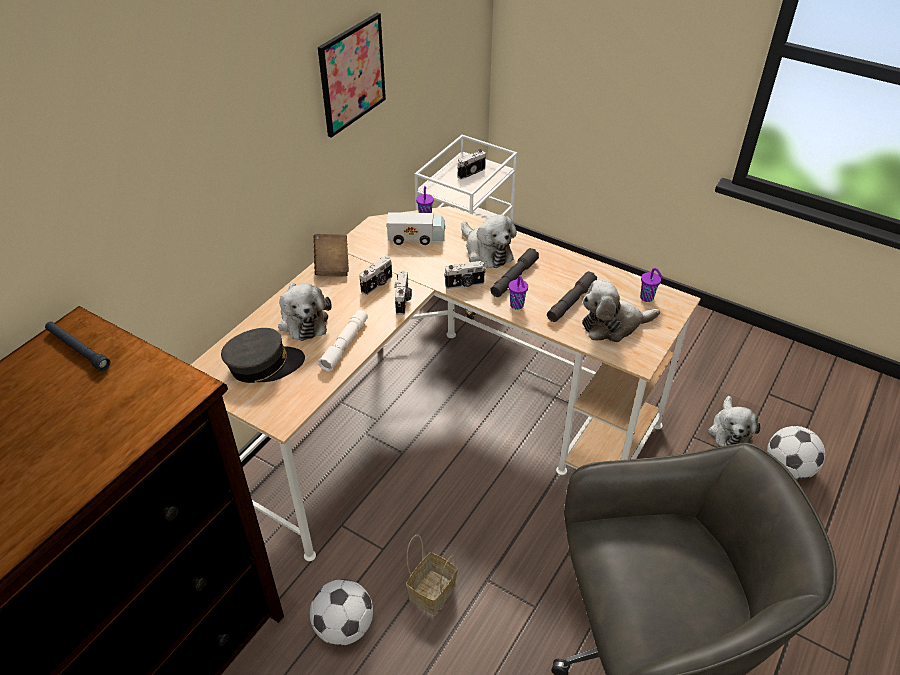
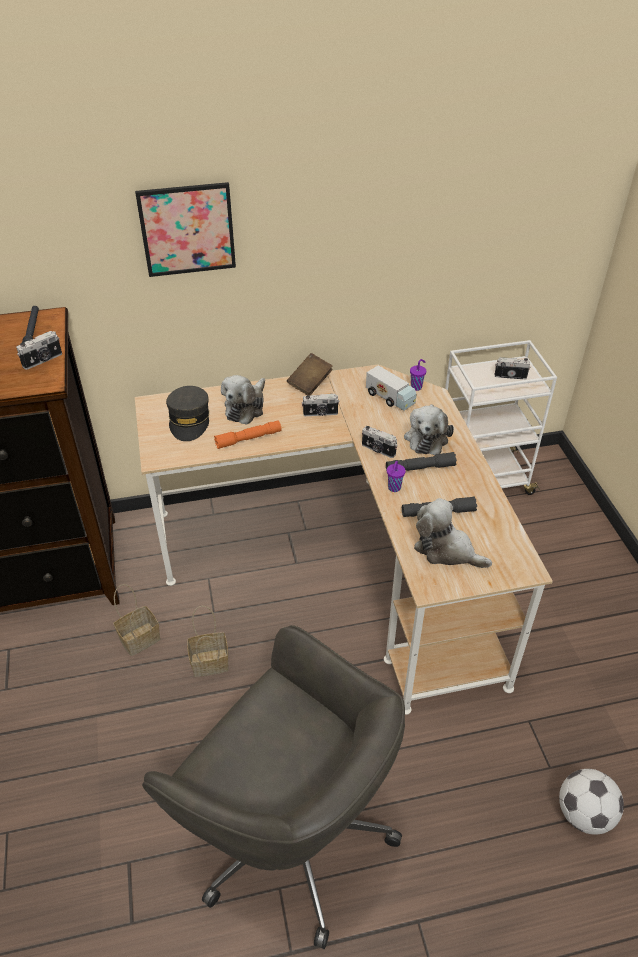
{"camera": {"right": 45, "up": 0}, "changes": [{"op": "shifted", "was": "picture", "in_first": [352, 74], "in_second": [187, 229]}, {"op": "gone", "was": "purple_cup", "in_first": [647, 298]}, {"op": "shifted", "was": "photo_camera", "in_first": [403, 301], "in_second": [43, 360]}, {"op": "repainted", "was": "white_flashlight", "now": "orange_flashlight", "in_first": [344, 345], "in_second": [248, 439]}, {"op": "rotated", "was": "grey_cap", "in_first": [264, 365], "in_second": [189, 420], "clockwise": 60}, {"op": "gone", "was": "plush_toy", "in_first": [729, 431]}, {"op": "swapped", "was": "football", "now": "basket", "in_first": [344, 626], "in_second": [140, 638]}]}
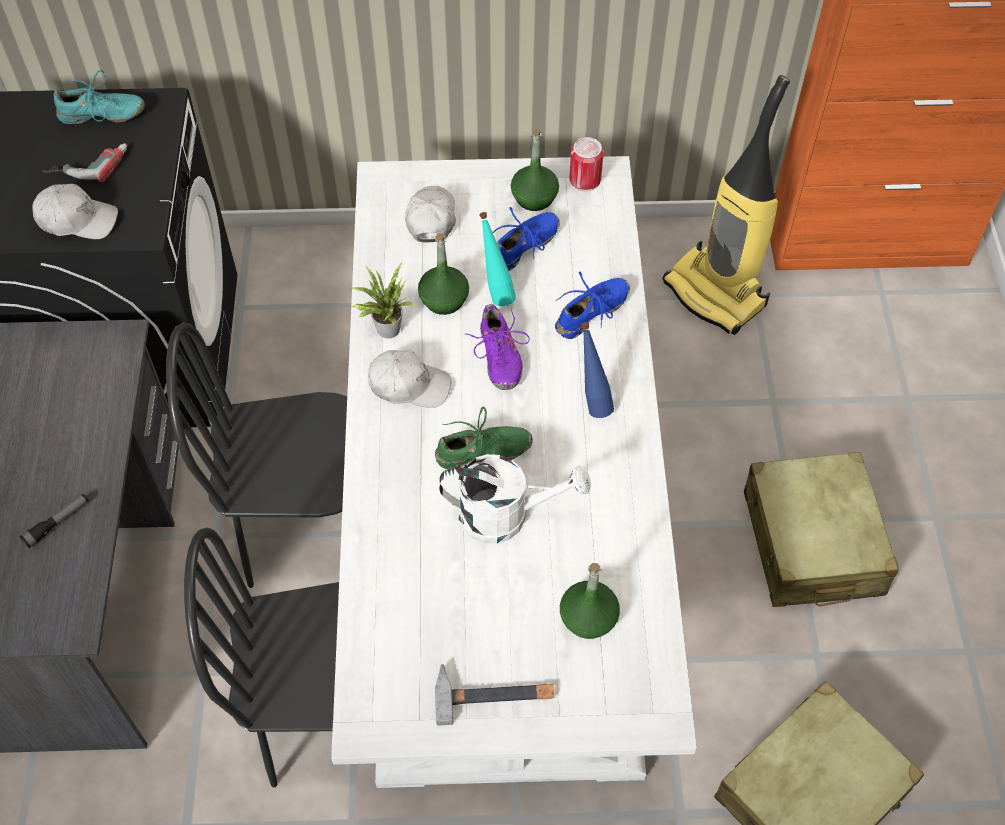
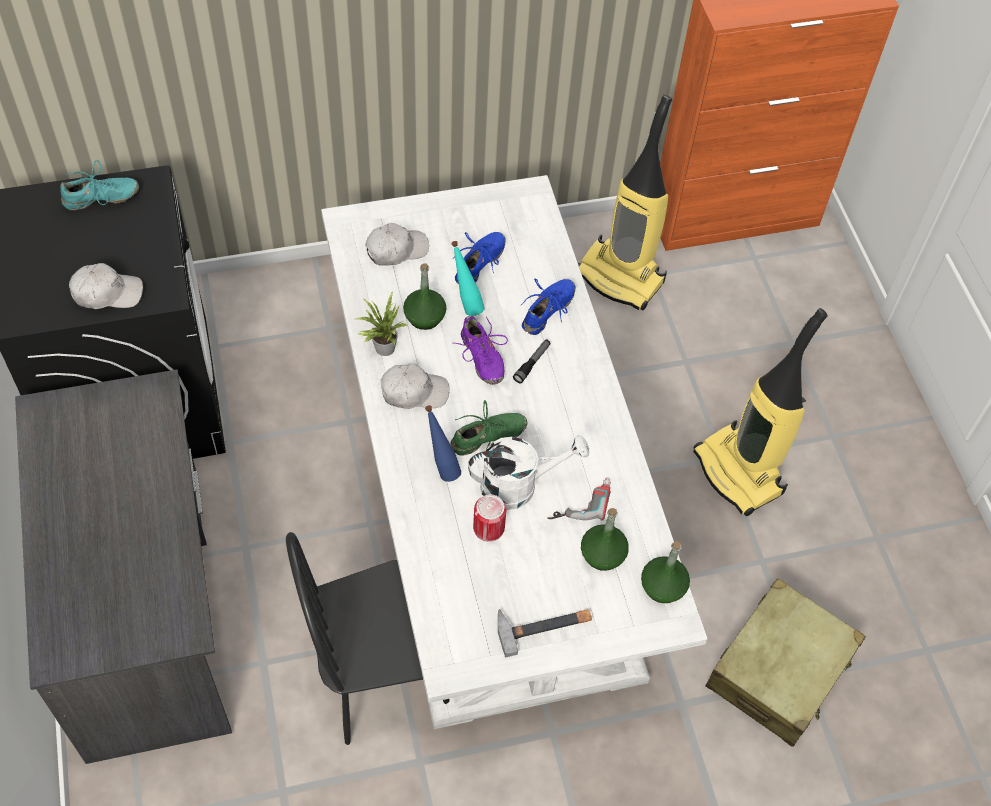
{"camera": {"right": -15, "up": 0}, "changes": [{"op": "shifted", "was": "green_bottle", "in_first": [534, 198], "in_second": [662, 587]}, {"op": "shifted", "was": "can", "in_first": [585, 180], "in_second": [488, 528]}, {"op": "shifted", "was": "power_drill", "in_first": [88, 163], "in_second": [579, 501]}, {"op": "rotated", "was": "white_cap", "in_first": [431, 218], "in_second": [396, 250], "clockwise": 75}, {"op": "gone", "was": "black_chair", "in_first": [307, 532]}, {"op": "shifted", "was": "blue_bottle", "in_first": [592, 401], "in_second": [442, 467]}, {"op": "swapped", "was": "beige_suitcase", "now": "vacuum_cleaner", "in_first": [811, 543], "in_second": [740, 472]}, {"op": "shifted", "was": "flashlight", "in_first": [57, 523], "in_second": [532, 363]}]}
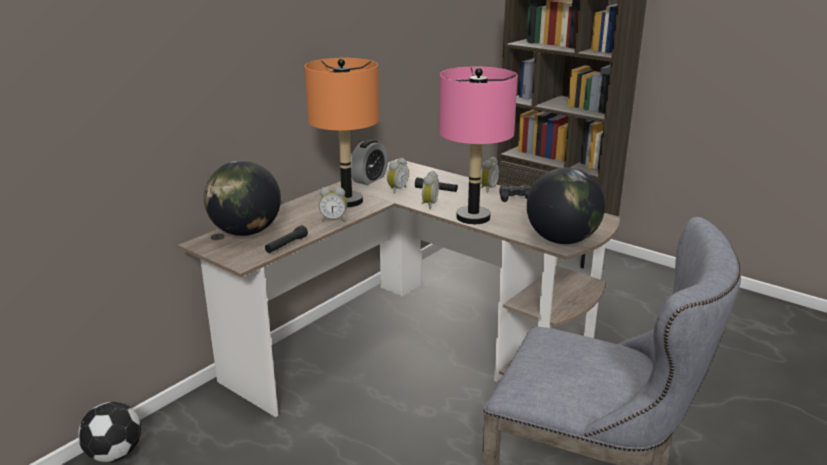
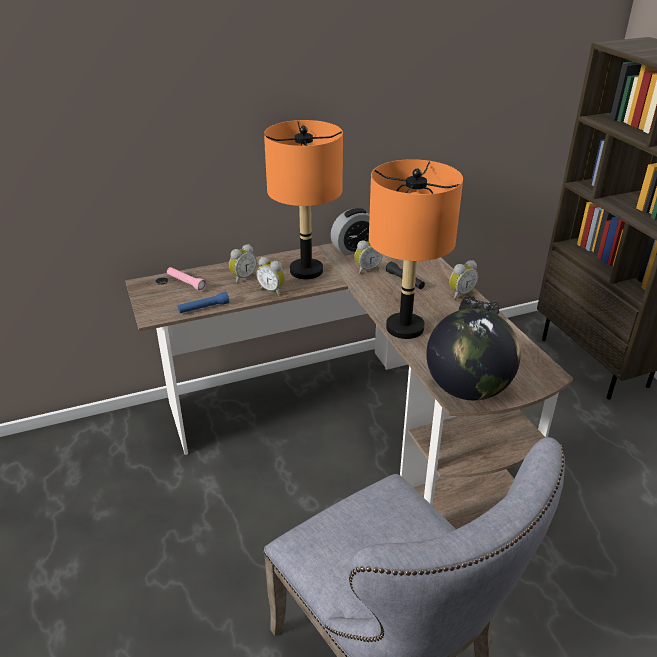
{"camera": {"right": 30, "up": 10}, "changes": [{"op": "repainted", "was": "pink_table_lamp", "now": "orange_table_lamp", "in_first": [473, 217], "in_second": [405, 328]}, {"op": "swapped", "was": "globe", "now": "pink_flashlight", "in_first": [246, 232], "in_second": [186, 283]}, {"op": "shifted", "was": "alarm_clock", "in_first": [428, 205], "in_second": [243, 277]}, {"op": "repainted", "was": "black_flashlight", "now": "blue_flashlight", "in_first": [286, 245], "in_second": [204, 308]}, {"op": "gone", "was": "football", "in_first": [115, 453]}]}
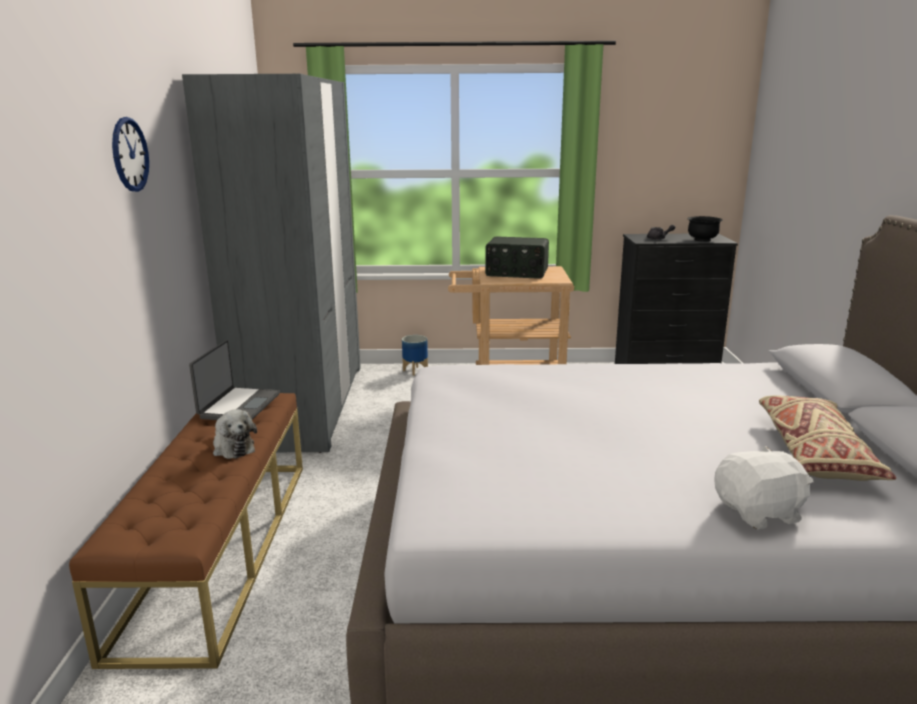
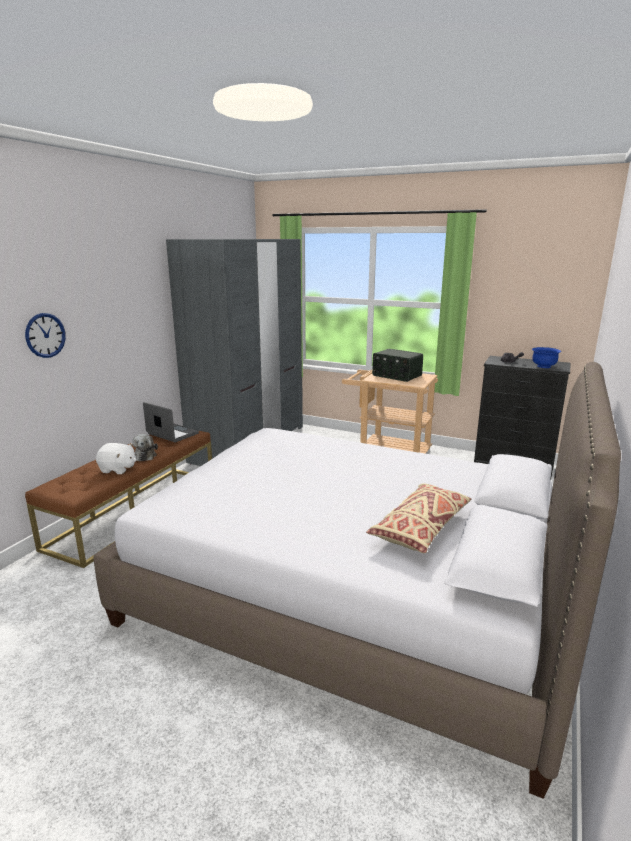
{"camera": {"right": 25, "up": 0}, "changes": [{"op": "shifted", "was": "wall_clock", "in_first": [130, 154], "in_second": [45, 335]}, {"op": "repainted", "was": "black_bowl", "now": "blue_bowl", "in_first": [702, 240], "in_second": [543, 366]}, {"op": "gone", "was": "planter", "in_first": [415, 371]}, {"op": "rotated", "was": "laptop", "in_first": [238, 406], "in_second": [171, 434], "clockwise": -90}, {"op": "shifted", "was": "white_plush_toy", "in_first": [759, 512], "in_second": [118, 469]}]}
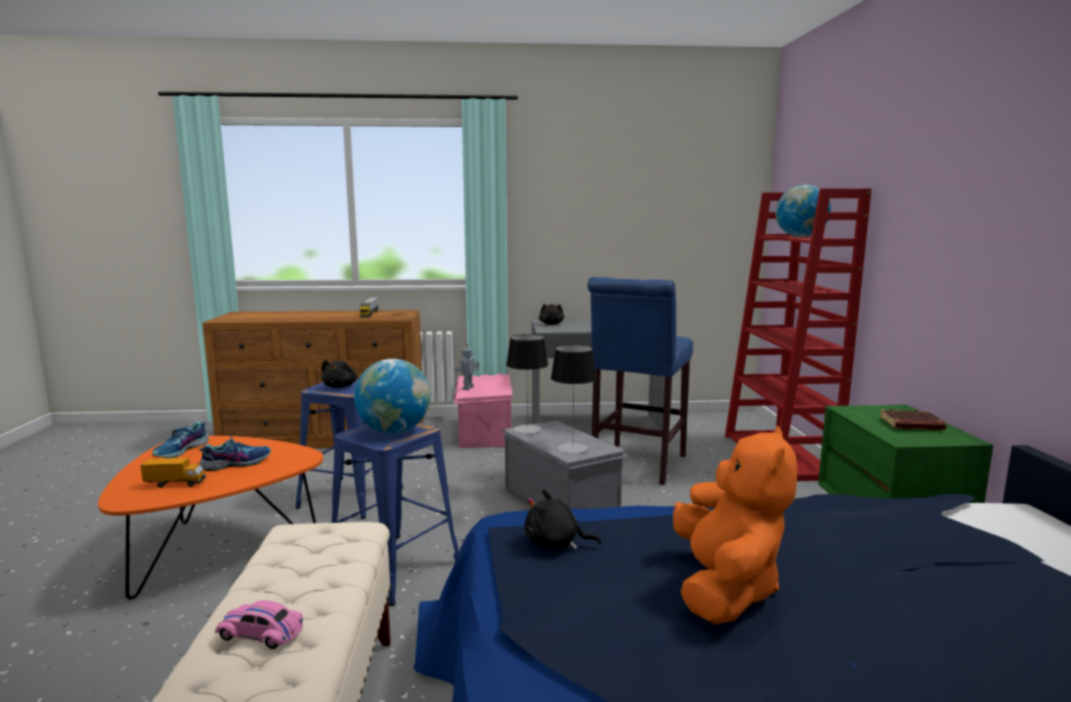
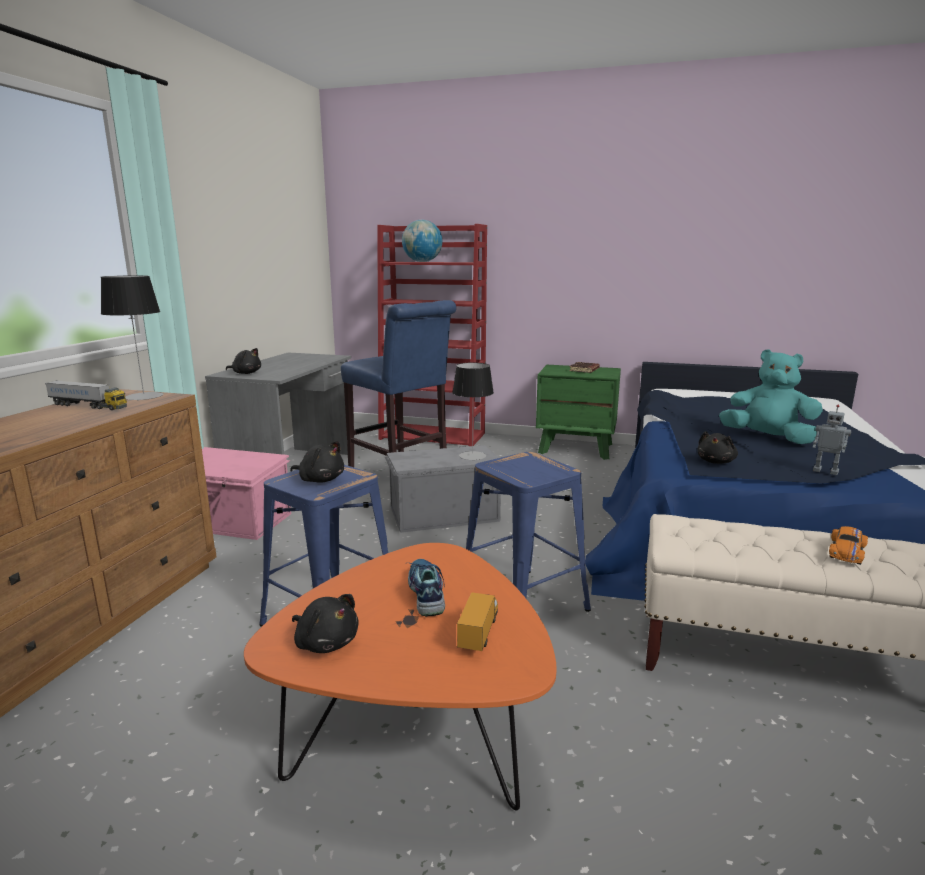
{"camera": {"right": -70, "up": 5}, "changes": [{"op": "shifted", "was": "table_lamp", "in_first": [527, 429], "in_second": [144, 396]}, {"op": "shifted", "was": "toy_robot", "in_first": [469, 388], "in_second": [825, 471]}, {"op": "gone", "was": "globe", "in_first": [394, 431]}, {"op": "swapped", "was": "shoe", "now": "black_plush_toy", "in_first": [182, 450], "in_second": [326, 642]}, {"op": "repainted", "was": "orange_plush_toy", "now": "turquoise_plush_toy", "in_first": [724, 588], "in_second": [768, 438]}, {"op": "repainted", "was": "pink_toy_car", "now": "orange_toy_car", "in_first": [260, 634], "in_second": [846, 552]}]}
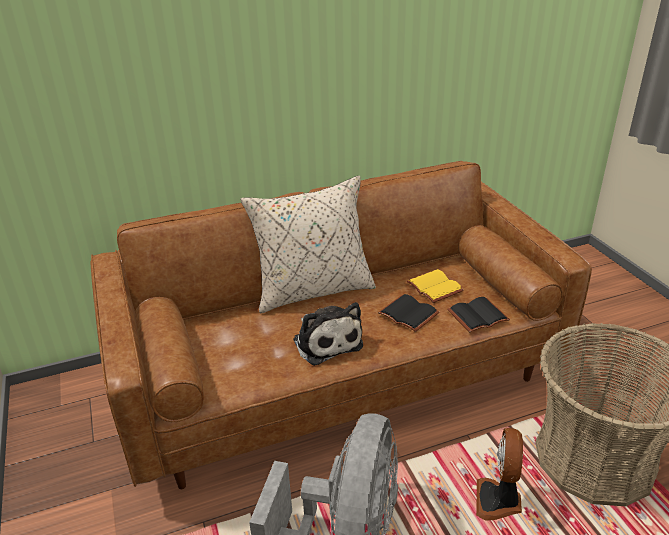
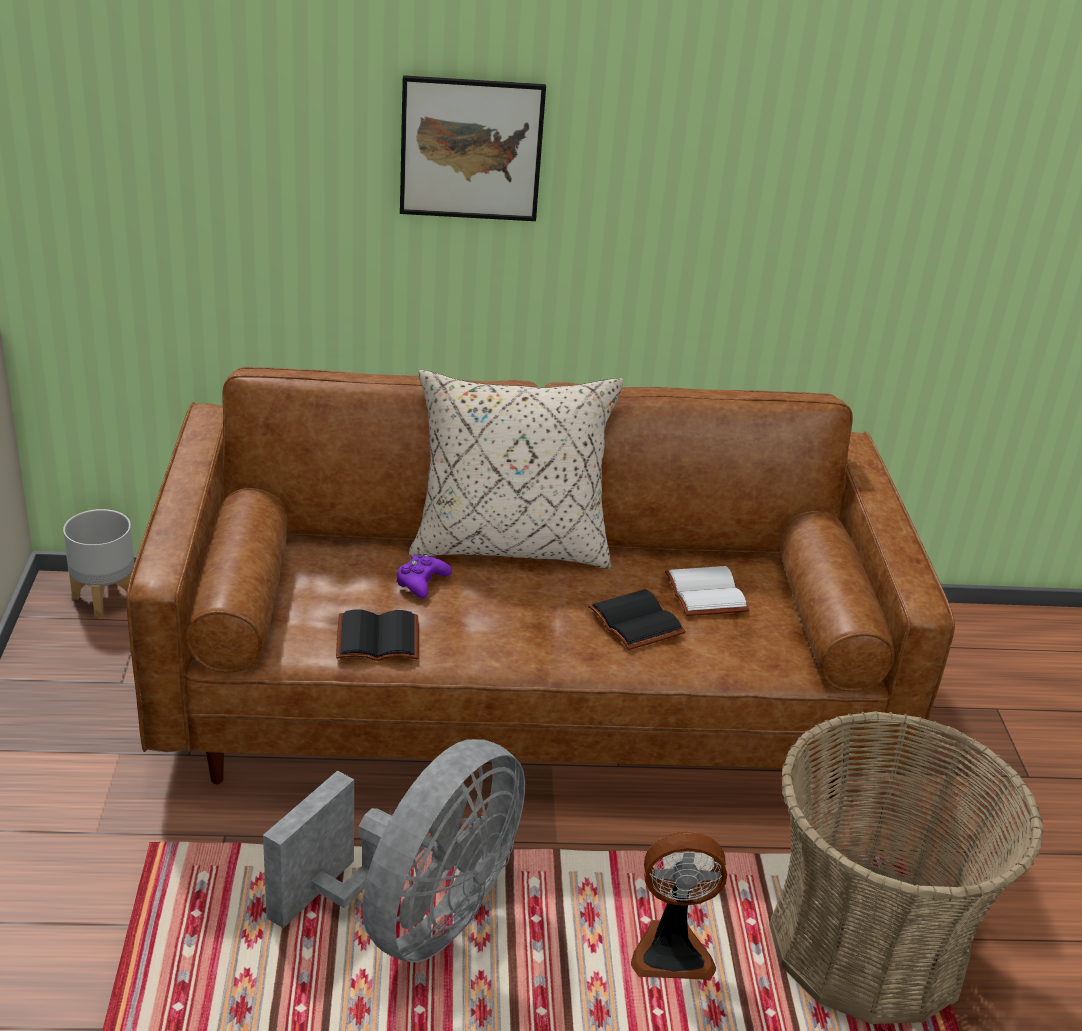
{"camera": {"right": 15, "up": 0}, "changes": [{"op": "repainted", "was": "yellow_book", "now": "white_book", "in_first": [433, 287], "in_second": [703, 592]}, {"op": "shifted", "was": "black_book", "in_first": [477, 315], "in_second": [379, 637]}, {"op": "gone", "was": "plush_toy", "in_first": [326, 341]}, {"op": "rotated", "was": "fan", "in_first": [498, 501], "in_second": [671, 951], "clockwise": -120}, {"op": "new", "now": "picture", "in_second": [471, 149]}, {"op": "new", "now": "grey_planter", "in_second": [106, 597]}, {"op": "new", "now": "purple_game_controller", "in_second": [421, 582]}]}
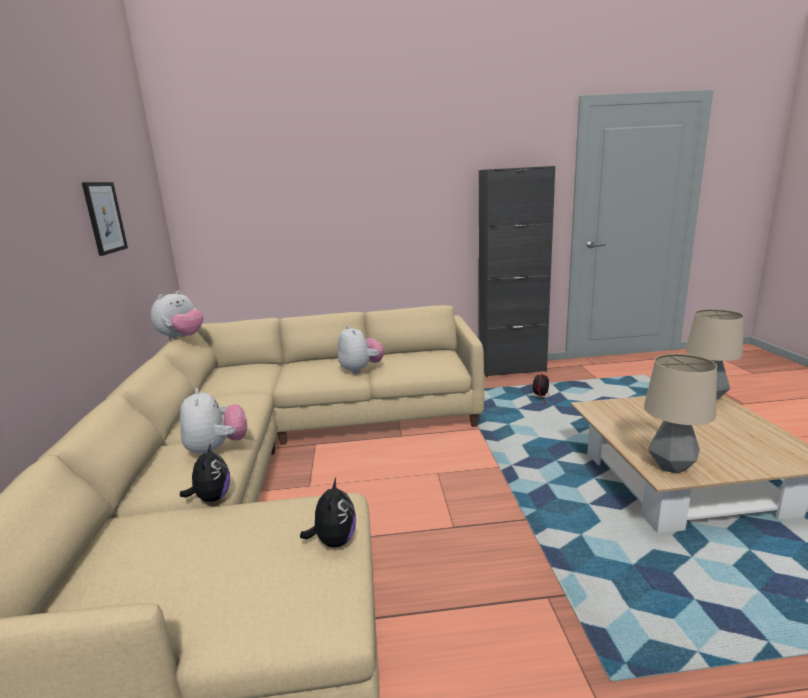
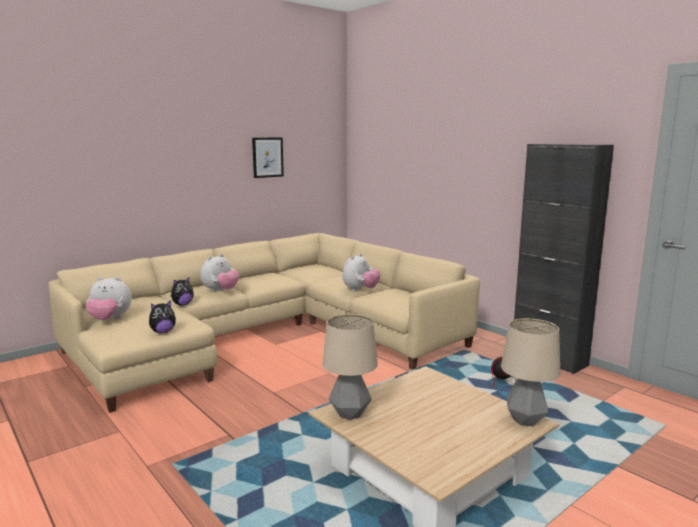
{"camera": {"right": 55, "up": -5}, "changes": [{"op": "shifted", "was": "plush_toy", "in_first": [182, 338], "in_second": [110, 319]}]}
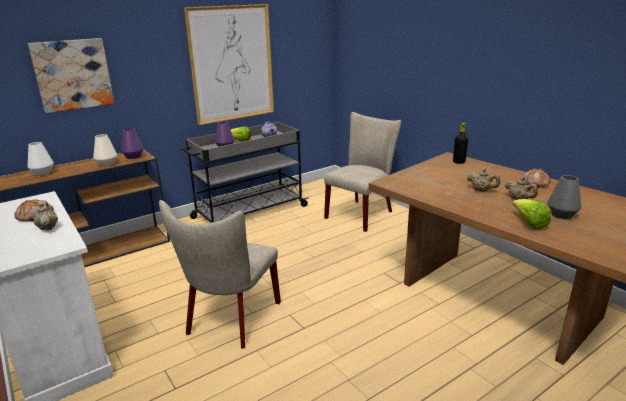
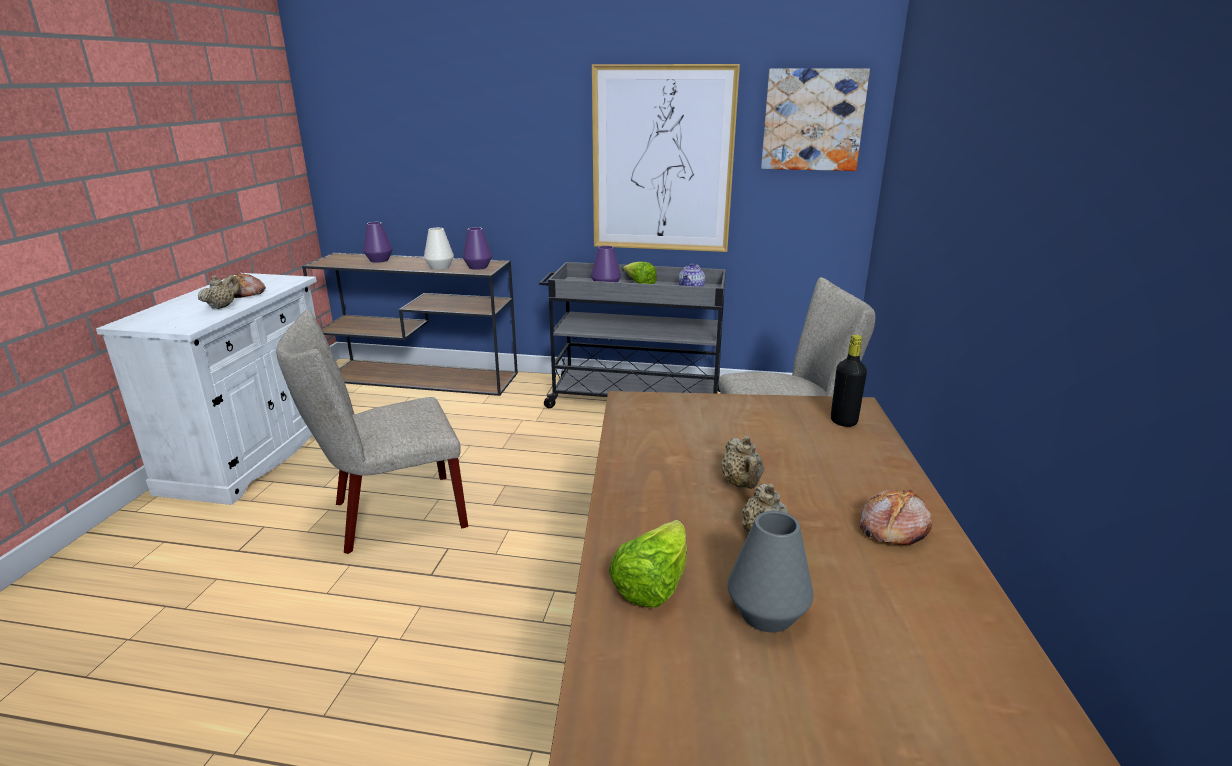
{"camera": {"right": 45, "up": 0}, "changes": [{"op": "shifted", "was": "picture", "in_first": [73, 75], "in_second": [812, 120]}, {"op": "repainted", "was": "white_vase", "now": "purple_vase", "in_first": [42, 173], "in_second": [379, 260]}]}
